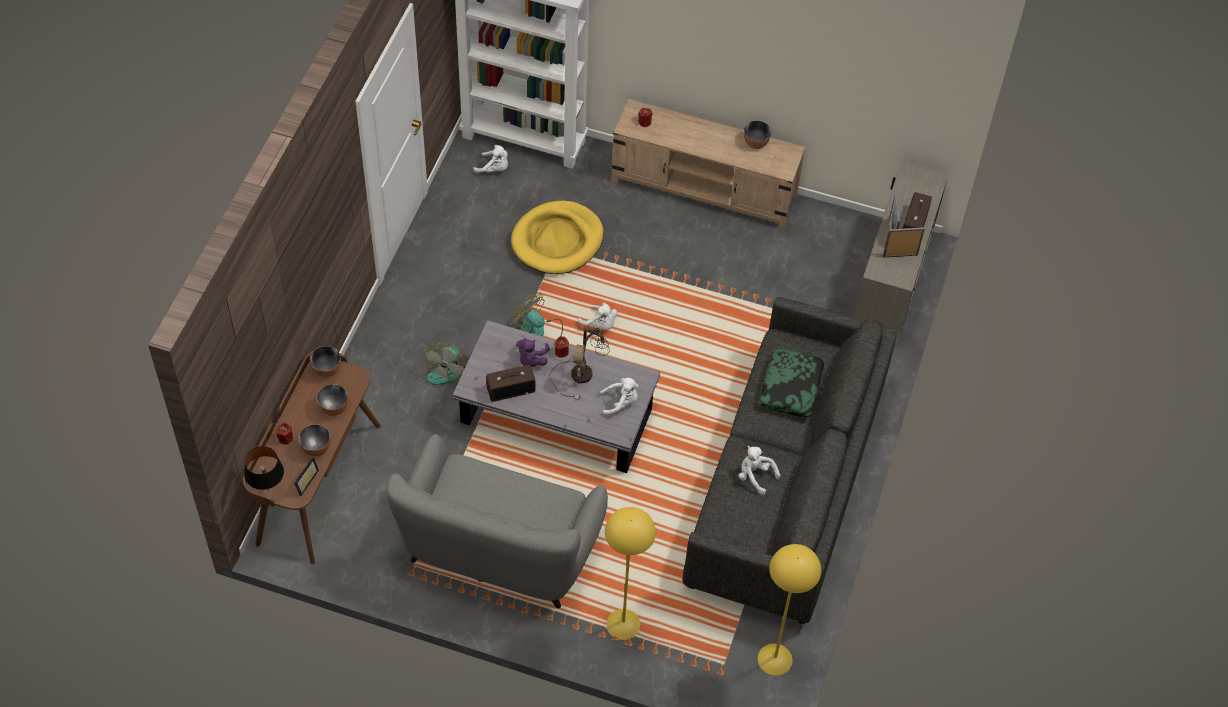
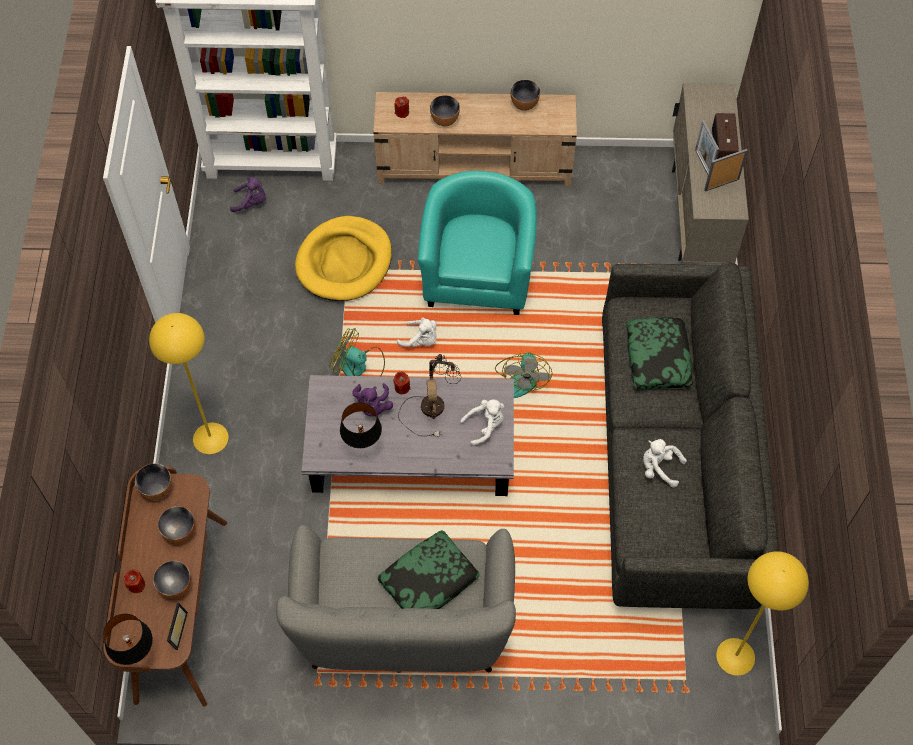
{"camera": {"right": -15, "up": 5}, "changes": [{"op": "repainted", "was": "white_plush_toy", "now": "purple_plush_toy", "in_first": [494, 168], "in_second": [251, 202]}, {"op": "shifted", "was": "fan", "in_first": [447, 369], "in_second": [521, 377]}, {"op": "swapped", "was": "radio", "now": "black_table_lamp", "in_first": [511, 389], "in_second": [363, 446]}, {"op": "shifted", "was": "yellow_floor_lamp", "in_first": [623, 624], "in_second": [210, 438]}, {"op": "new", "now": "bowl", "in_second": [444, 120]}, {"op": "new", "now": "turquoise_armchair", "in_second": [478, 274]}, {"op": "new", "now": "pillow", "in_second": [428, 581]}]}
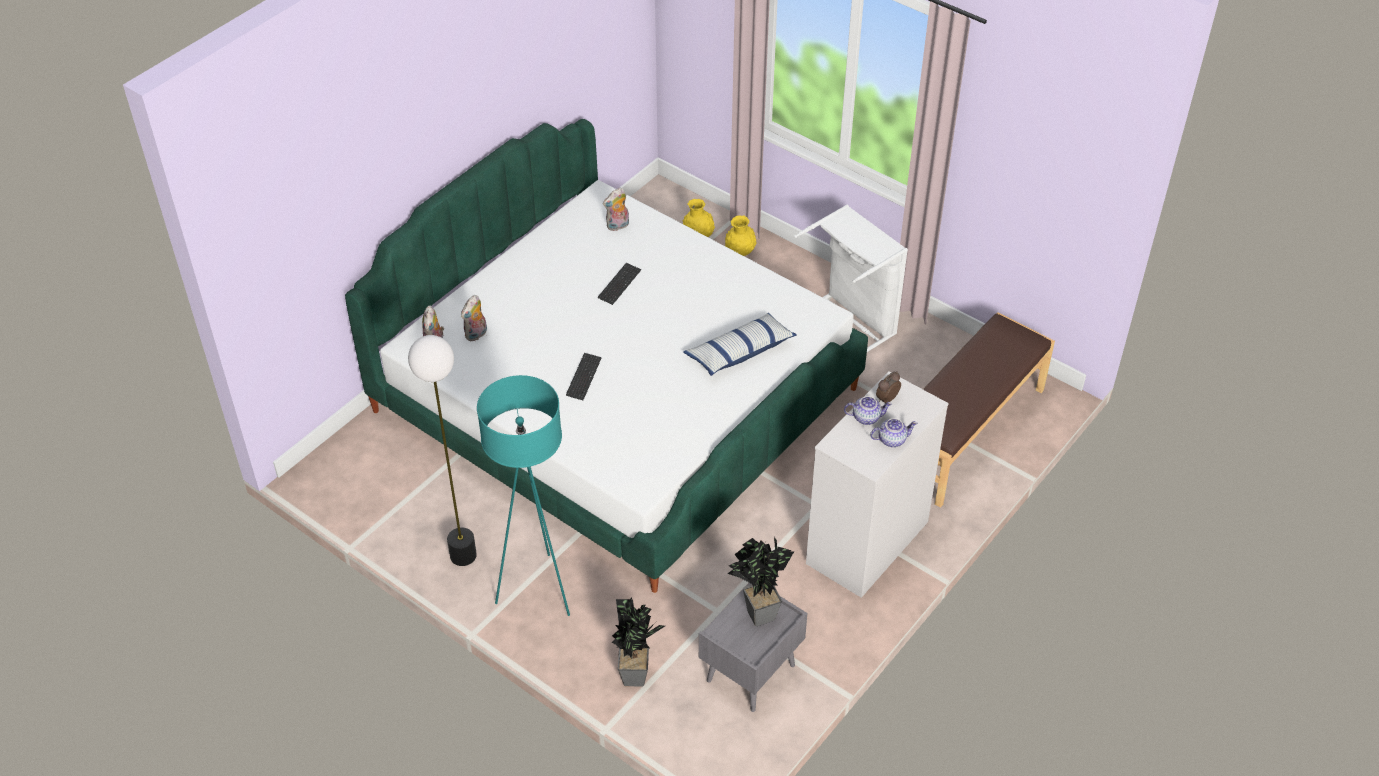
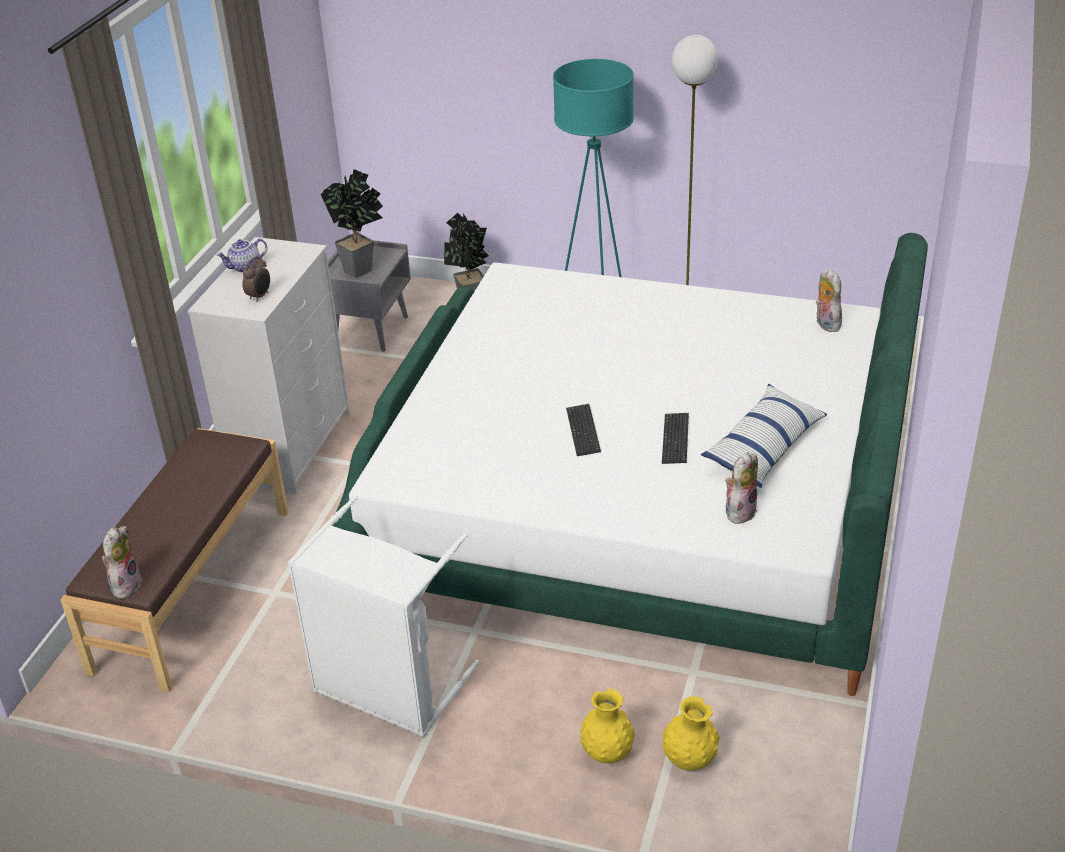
{"camera": {"right": 160, "up": -10}, "changes": [{"op": "shifted", "was": "plush_toy", "in_first": [476, 335], "in_second": [125, 584]}, {"op": "shifted", "was": "pillow", "in_first": [739, 352], "in_second": [764, 447]}, {"op": "shifted", "was": "keyboard", "in_first": [583, 377], "in_second": [583, 431]}, {"op": "gone", "was": "teapot", "in_first": [866, 417]}]}
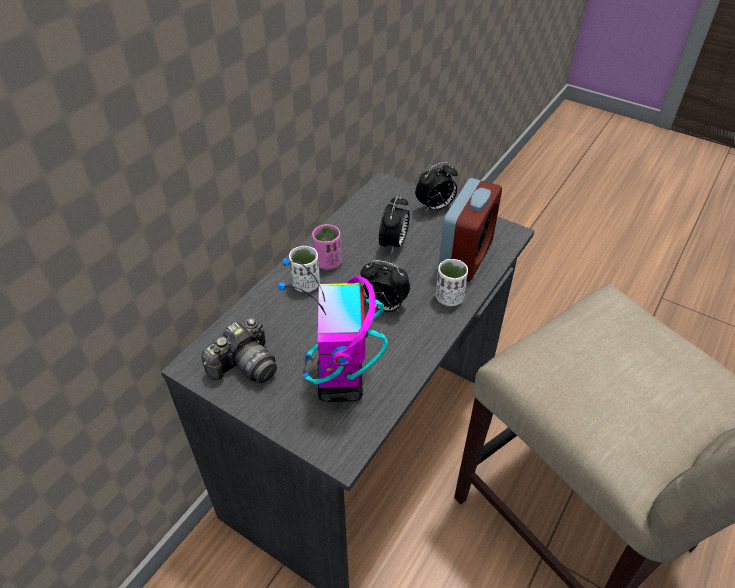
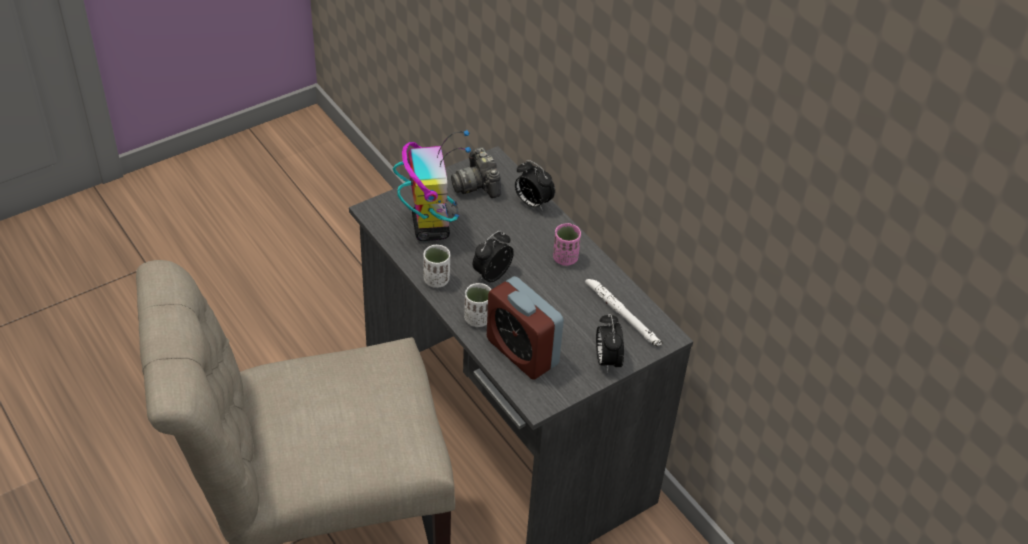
{"camera": {"right": 110, "up": 0}, "changes": [{"op": "shifted", "was": "alarm_clock", "in_first": [393, 244], "in_second": [532, 203]}, {"op": "shifted", "was": "white_cup", "in_first": [306, 284], "in_second": [436, 280]}, {"op": "rotated", "was": "toy_robot", "in_first": [340, 383], "in_second": [430, 227], "clockwise": 60}, {"op": "new", "now": "white_flashlight", "in_second": [622, 315]}]}
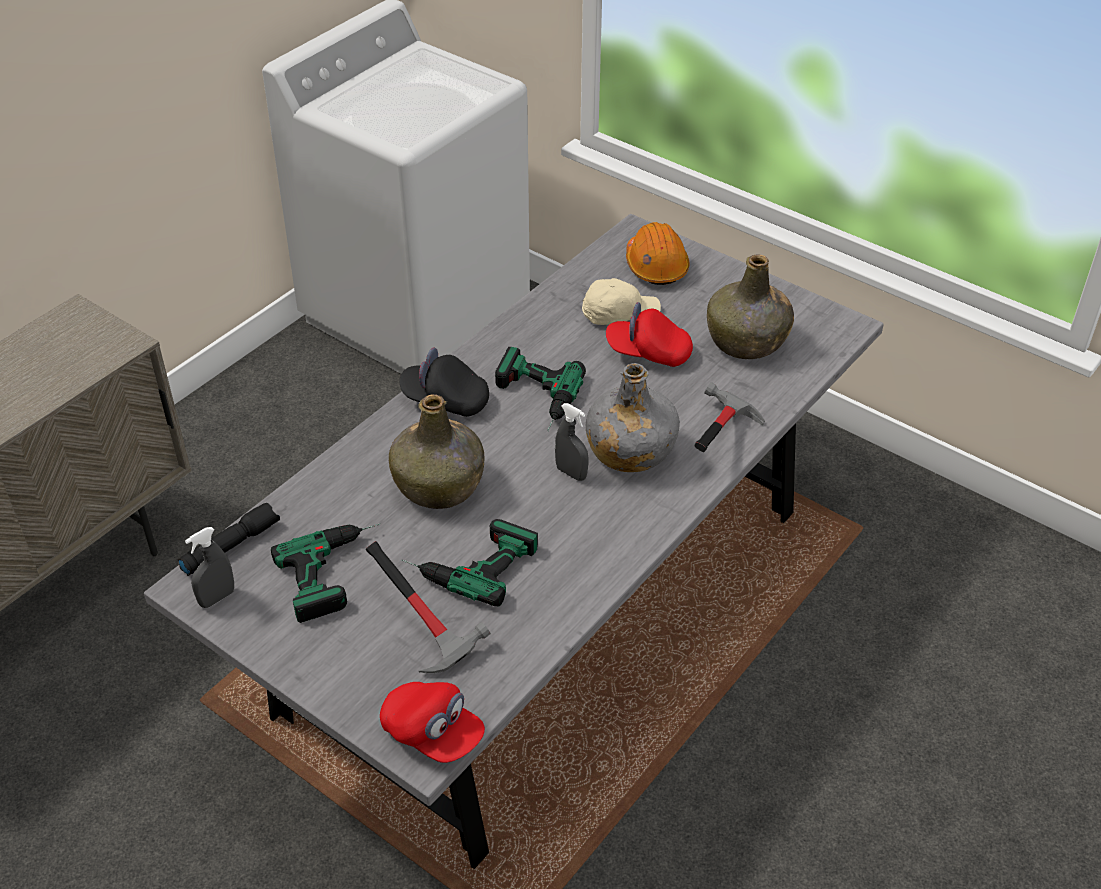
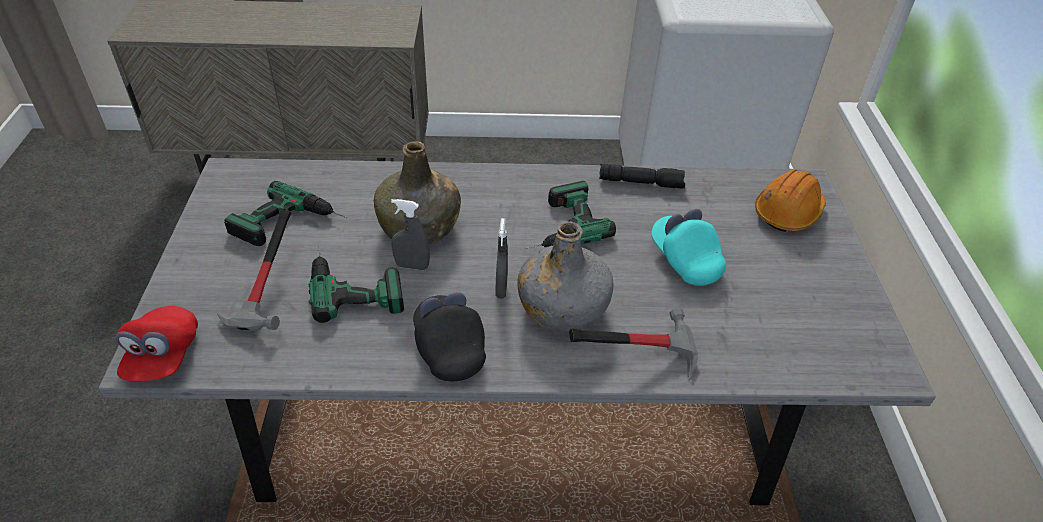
{"camera": {"right": 50, "up": 0}, "changes": [{"op": "gone", "was": "green_bottle", "in_first": [747, 341]}, {"op": "gone", "was": "beige_cap", "in_first": [619, 313]}, {"op": "repainted", "was": "red_cap", "now": "turquoise_cap", "in_first": [648, 353], "in_second": [685, 260]}, {"op": "shifted", "was": "black_cap", "in_first": [445, 400], "in_second": [449, 348]}, {"op": "shifted", "was": "black_flashlight", "in_first": [230, 545], "in_second": [641, 182]}, {"op": "shifted", "was": "grey_spray_bottle", "in_first": [217, 598], "in_second": [412, 266]}]}
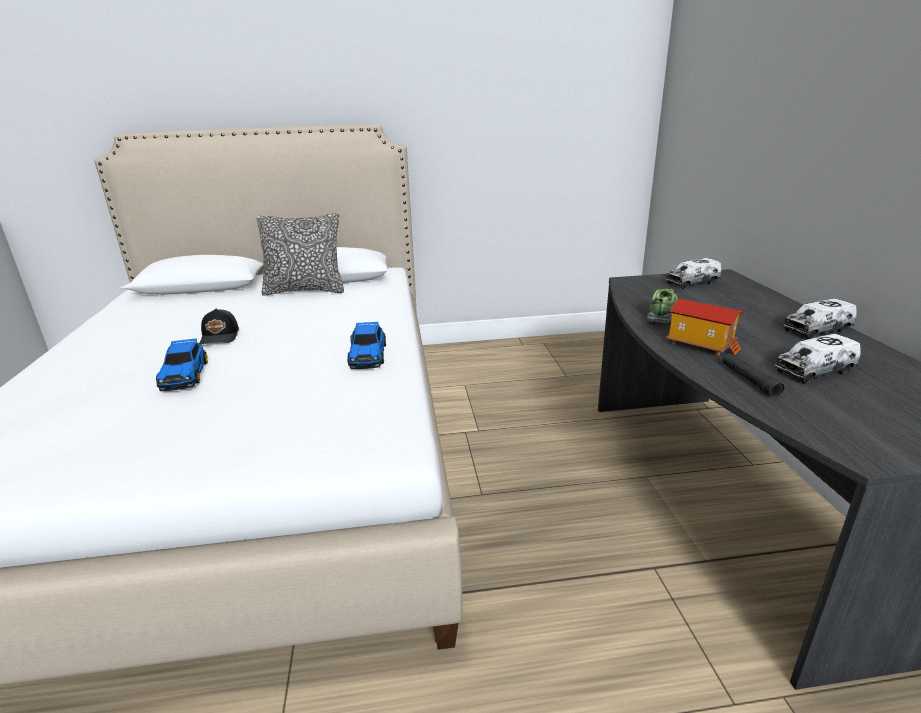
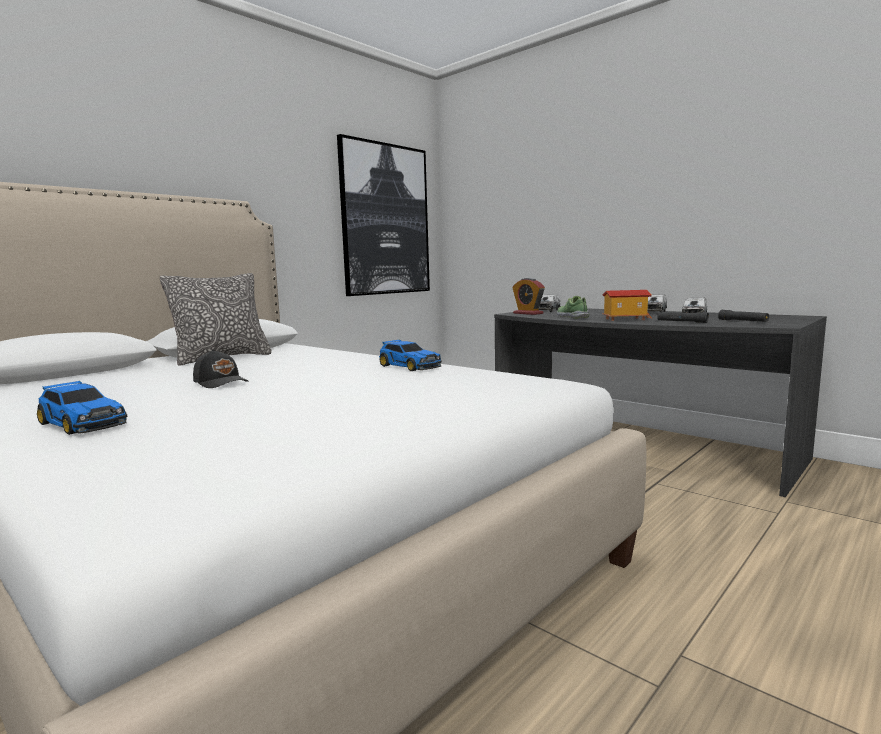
{"camera": {"right": -40, "up": -15}, "changes": [{"op": "shifted", "was": "toy_car", "in_first": [184, 374], "in_second": [83, 423]}, {"op": "new", "now": "picture", "in_second": [385, 220]}, {"op": "new", "now": "alarm_clock", "in_second": [528, 313]}, {"op": "new", "now": "black_flashlight", "in_second": [743, 321]}]}
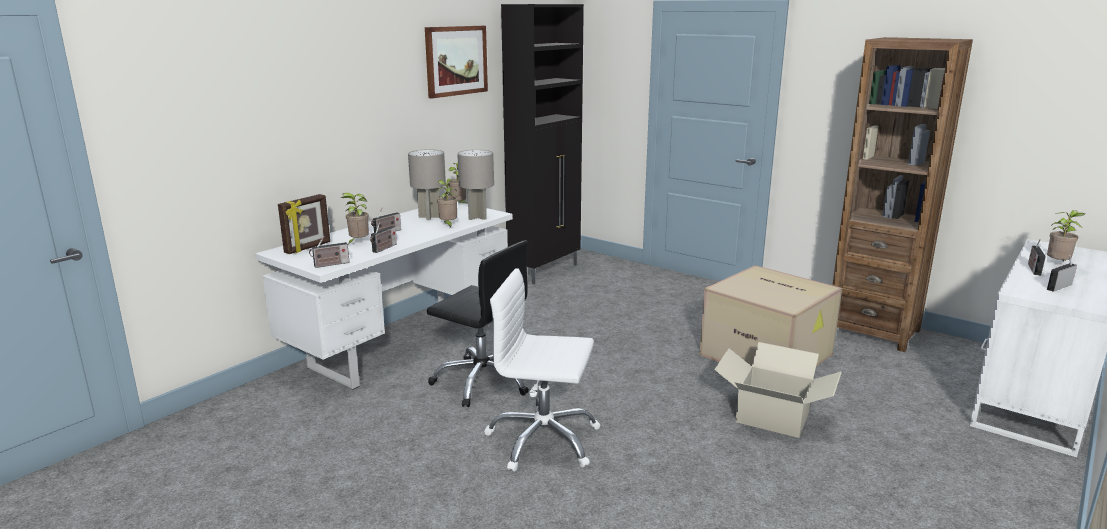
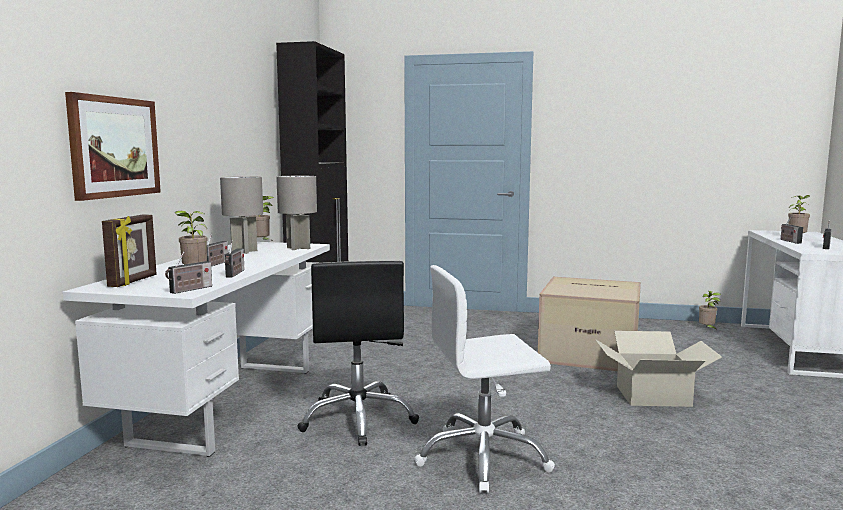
{"camera": {"right": -25, "up": -10}, "changes": [{"op": "shifted", "was": "picture", "in_first": [456, 60], "in_second": [114, 147]}, {"op": "gone", "was": "brown_bookcase", "in_first": [873, 331]}, {"op": "shifted", "was": "potted_plant", "in_first": [448, 225], "in_second": [707, 329]}, {"op": "rotated", "was": "black_office_chair", "in_first": [482, 381], "in_second": [358, 419], "clockwise": 75}]}
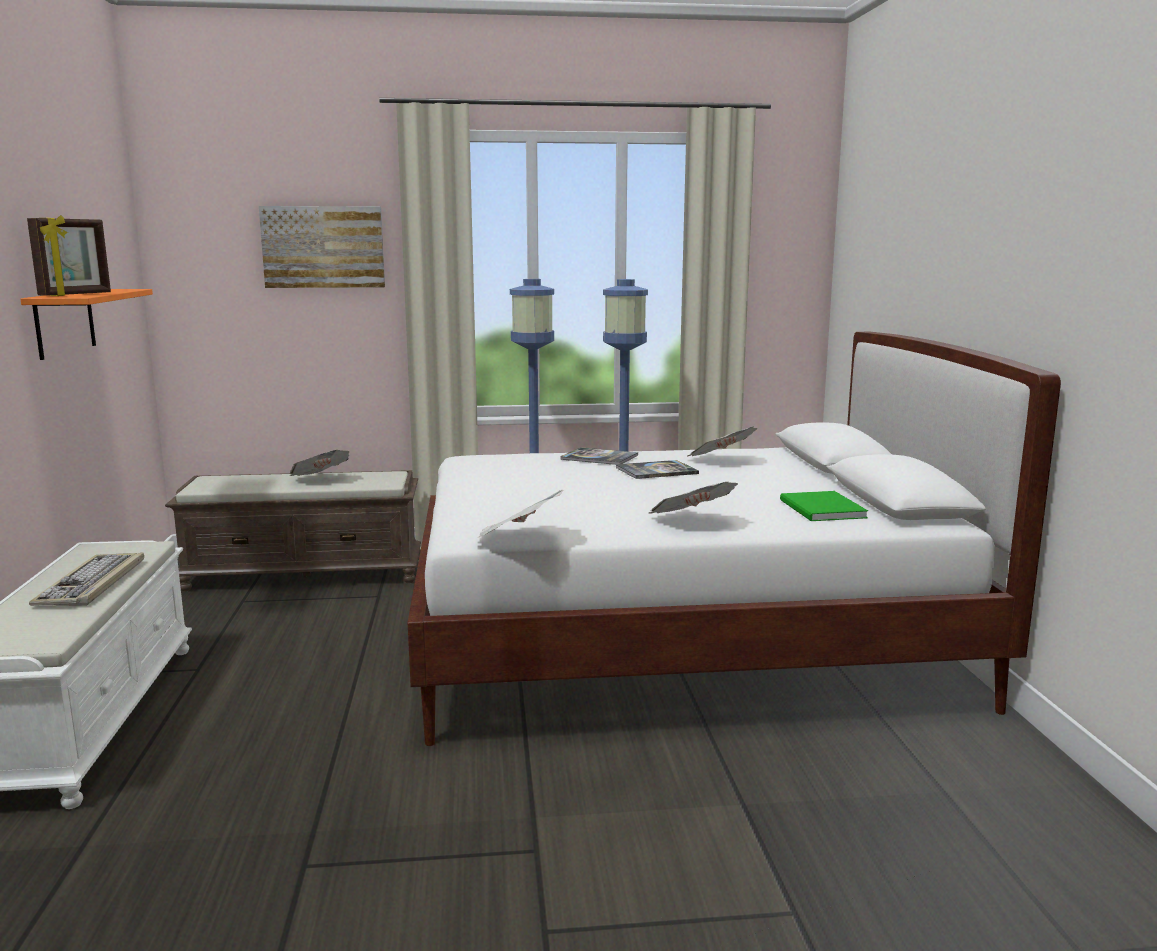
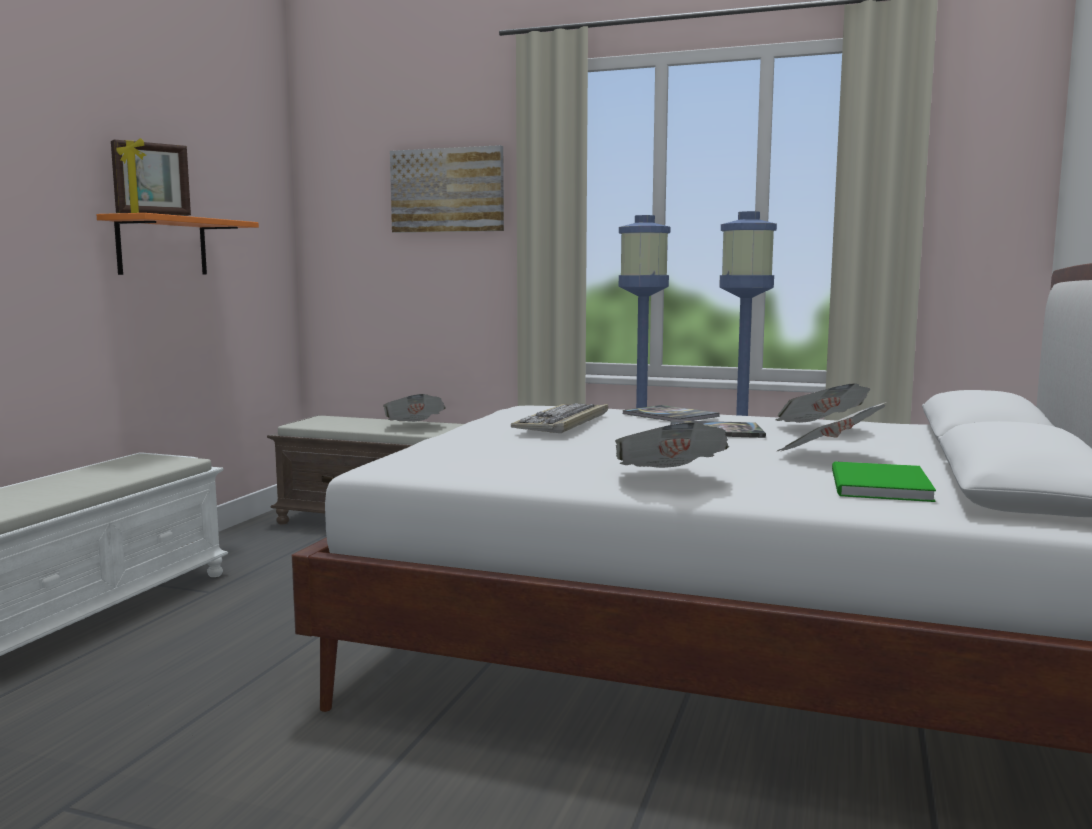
{"camera": {"right": 25, "up": -5}, "changes": [{"op": "shifted", "was": "newspaper", "in_first": [517, 539], "in_second": [828, 457]}, {"op": "shifted", "was": "keyboard", "in_first": [92, 583], "in_second": [563, 422]}]}
